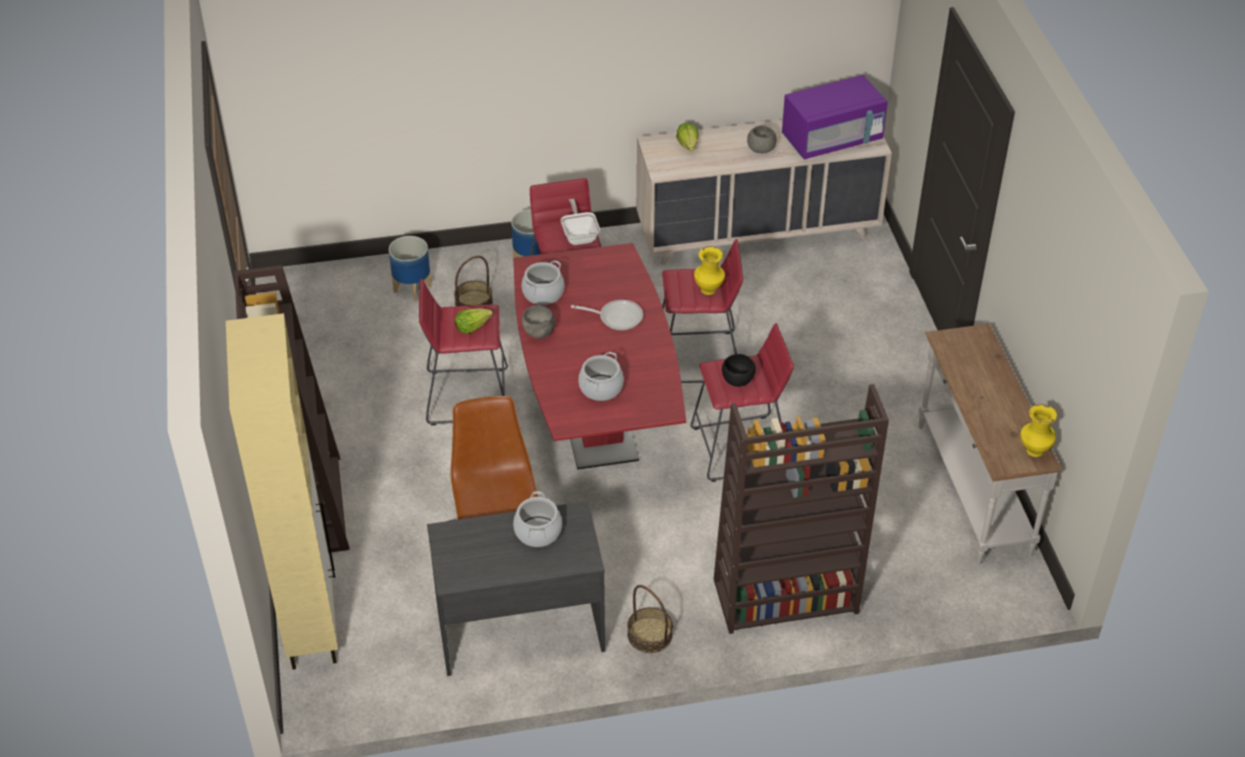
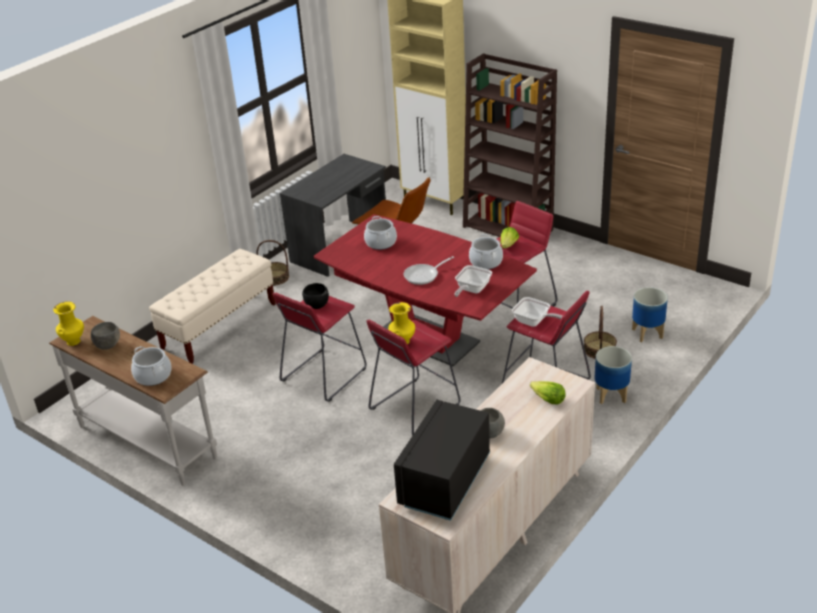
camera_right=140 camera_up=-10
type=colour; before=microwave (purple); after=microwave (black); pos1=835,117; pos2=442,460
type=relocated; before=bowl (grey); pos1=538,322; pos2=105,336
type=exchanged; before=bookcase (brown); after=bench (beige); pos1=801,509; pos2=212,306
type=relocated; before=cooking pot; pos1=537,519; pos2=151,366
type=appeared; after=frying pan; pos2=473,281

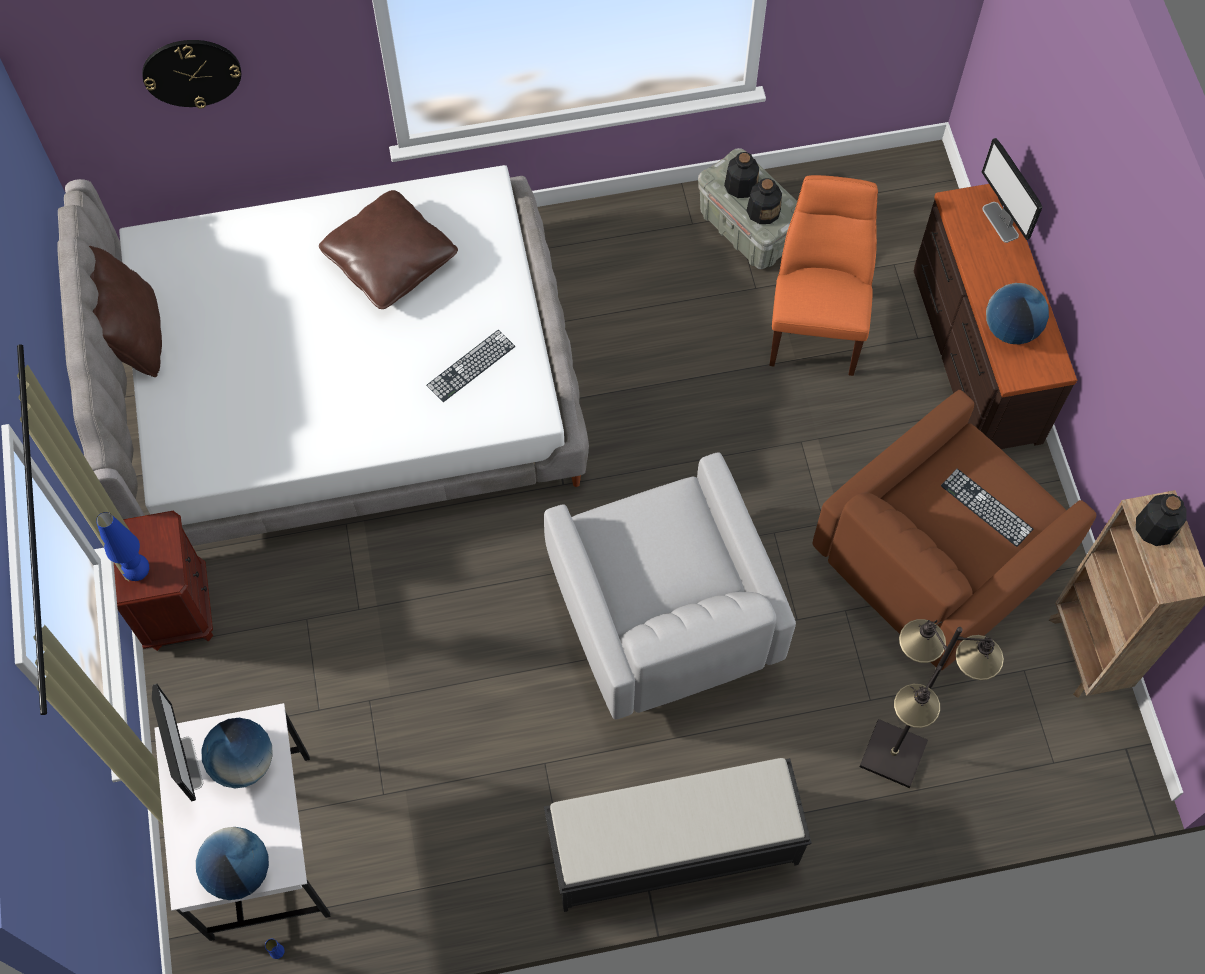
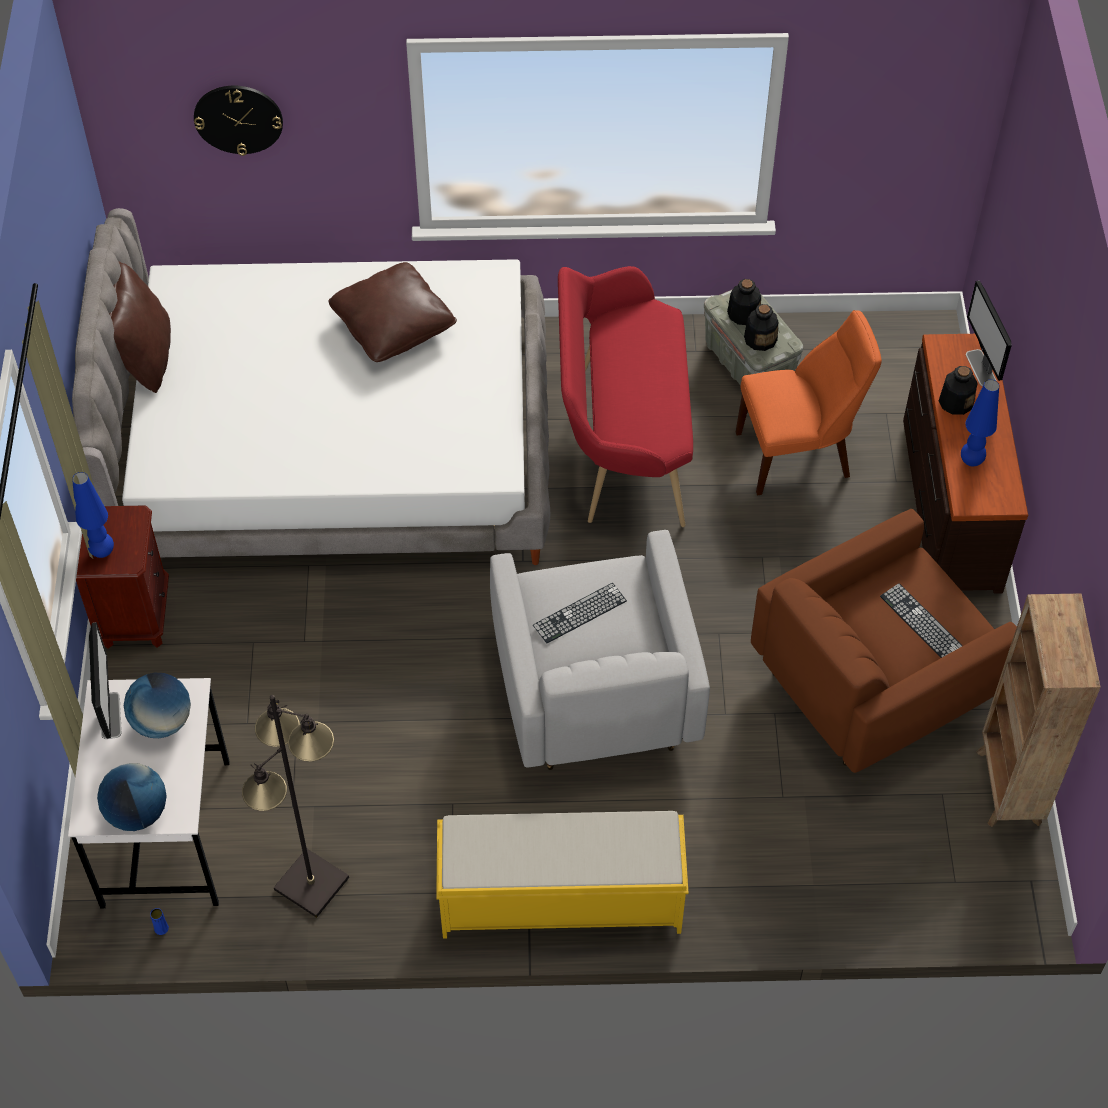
camera_right=10 camera_up=-10
type=spun; before=chair (orange); pos1=823,275; pos2=809,402; turn=60
type=exchanged; before=globe; after=table lamp (blue); pos1=1017,314; pos2=980,422
type=relocated; before=keyboard; pos1=470,366; pos2=580,613
type=relocated; before=bottle; pos1=1161,520; pos2=958,390
type=relocated; before=floor lamp (black); pos1=931,703; pos2=295,806
type=colour; before=bench (black); after=bench (yellow); pos1=678,835; pos2=562,875
type=appeared; after=bench (red); pos2=625,396

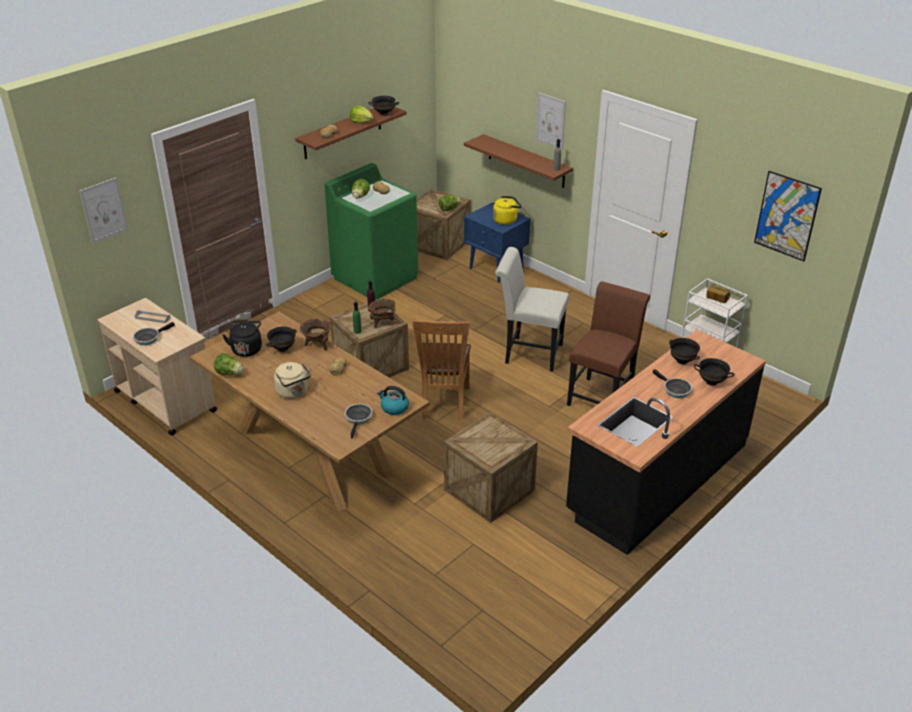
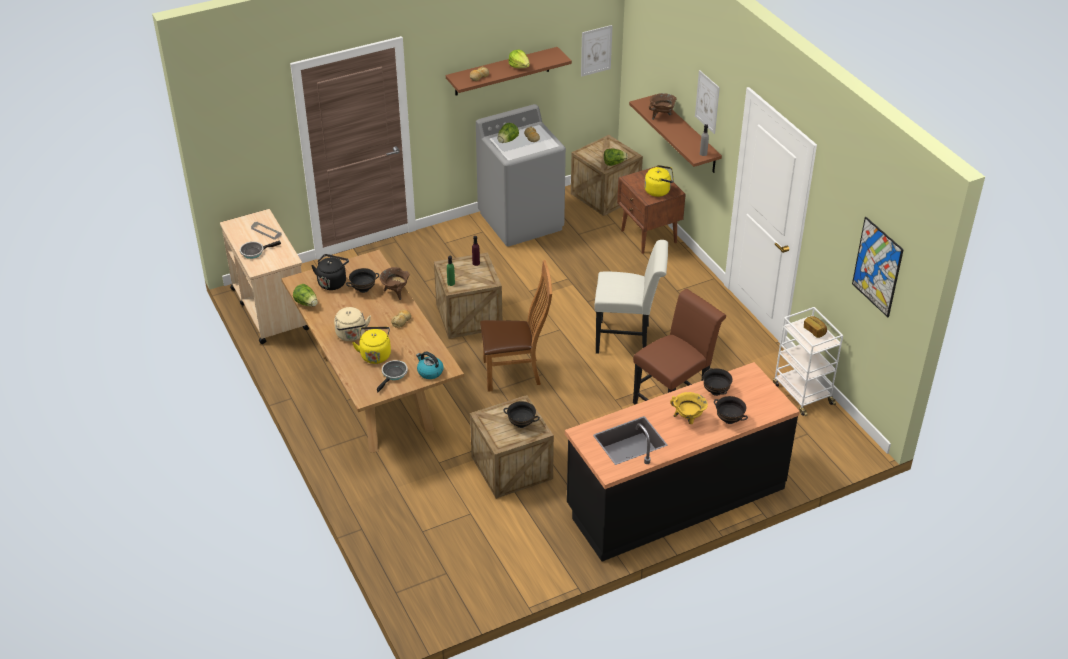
camera_right=20 camera_up=5
type=relocated; before=bowl (black); pos1=383,106; pos2=521,414
type=colour; before=washing machine (green); after=washing machine (grey); pos1=371,231; pos2=521,175
type=relocated; before=picture; pos1=103,211; pos2=597,51
type=colour; before=nightstand (blue); after=nightstand (brown); pos1=497,242; pos2=651,210
type=spun; before=chair (white); pos1=532,309; pos2=631,297; turn=150
type=relocated; before=cooking pot (brown); pos1=381,313; pos2=663,106
type=spun; before=chair (brown); pos1=441,370; pos2=516,326; turn=-120
type=exchanged; before=frying pan; after=cooking pot (yellow); pos1=672,383; pos2=689,408
type=appeared; after=kettle (yellow); pos2=371,345

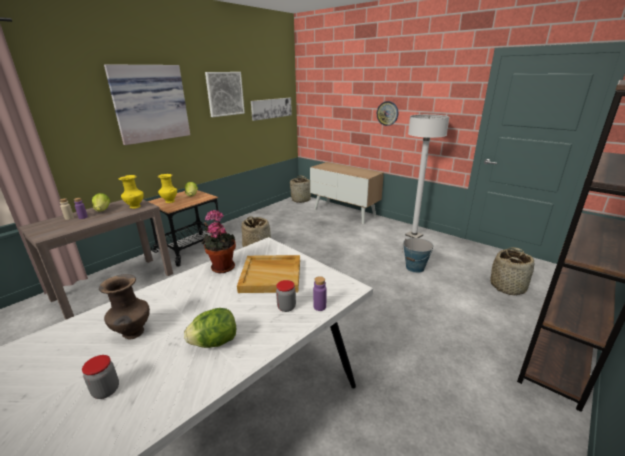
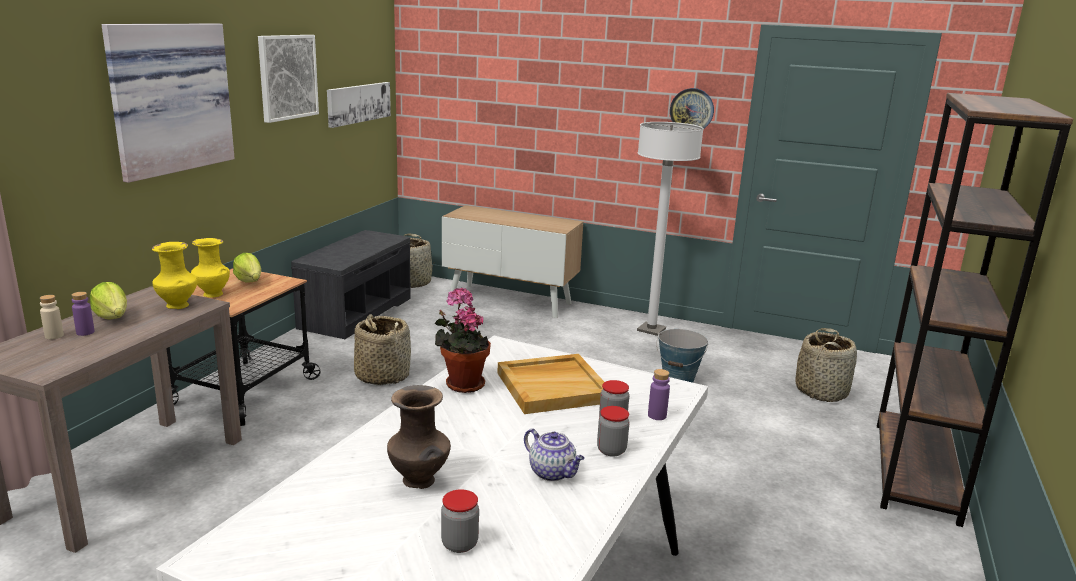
camera_right=-20 camera_up=-5
type=relocated; before=wall clock; pos1=387,113; pos2=692,108
type=exchanged; before=lettuce; after=teapot; pos1=210,328; pos2=554,454
type=appeared; after=bench (grey); pos2=351,284
type=appeared; after=jar; pos2=613,431

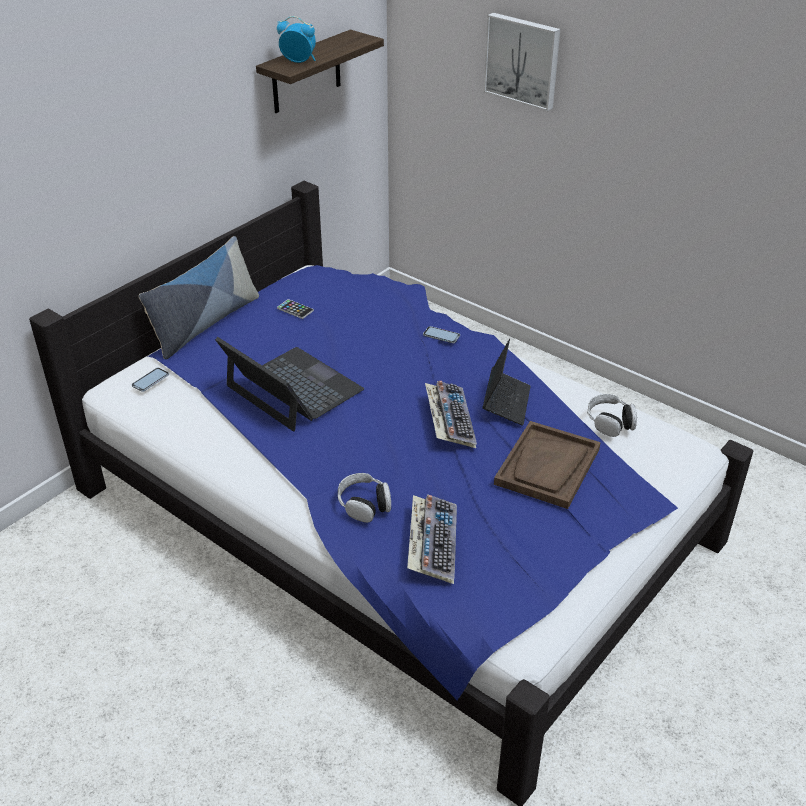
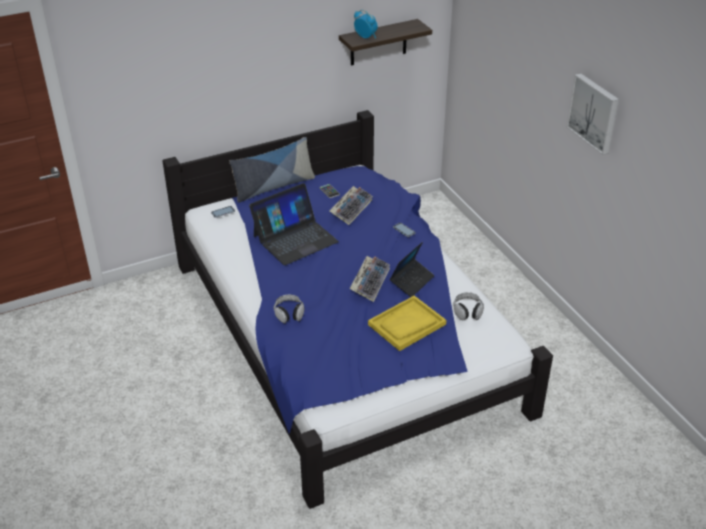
camera_right=25 camera_up=0
type=relocated; before=picture; pos1=522,62; pos2=592,114
type=spun; before=laptop; pos1=289,384; pos2=294,224; turn=75
type=colour; before=tray (brown); after=tray (yellow); pos1=547,465; pos2=407,323
type=relocated; before=keyboard; pos1=432,539; pos2=351,205

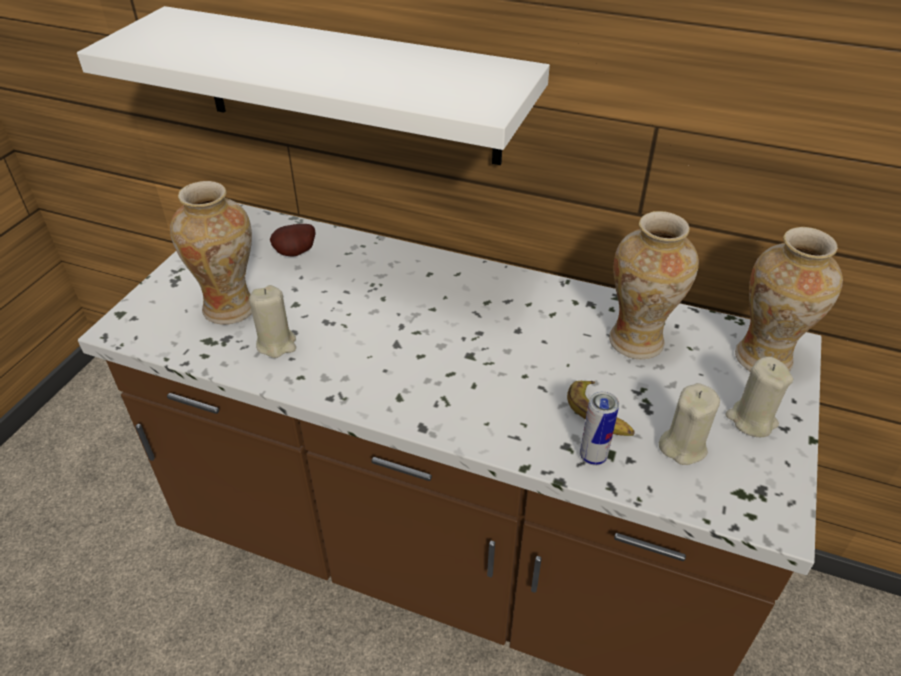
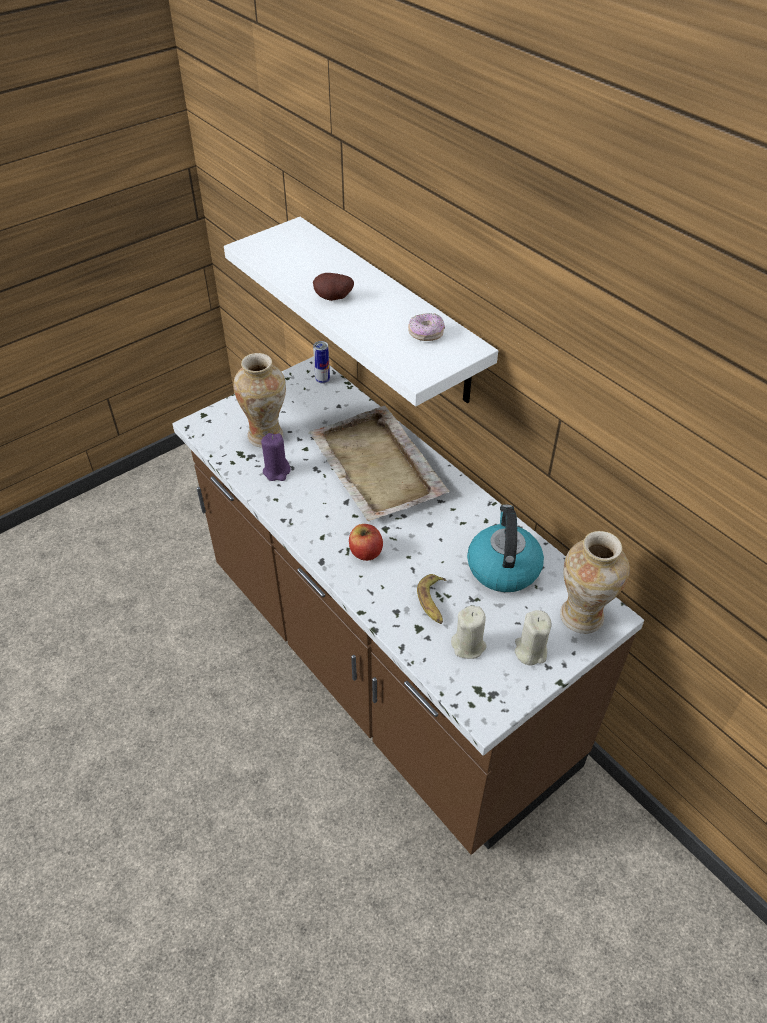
camera_right=30 camera_up=5
type=exchanged; before=vase; after=kettle; pos1=654,285; pos2=505,548
type=relocated; before=potato; pos1=293,240; pos2=333,287
type=colour; before=candle (beige); after=candle (purple); pos1=272,321; pos2=276,457
type=relocated; before=can; pos1=599,428; pos2=321,362
type=appeared; after=donut; pos2=426,327
type=appeared; after=tray (beige); pos2=378,464
type=appeared; after=apple; pos2=366,542

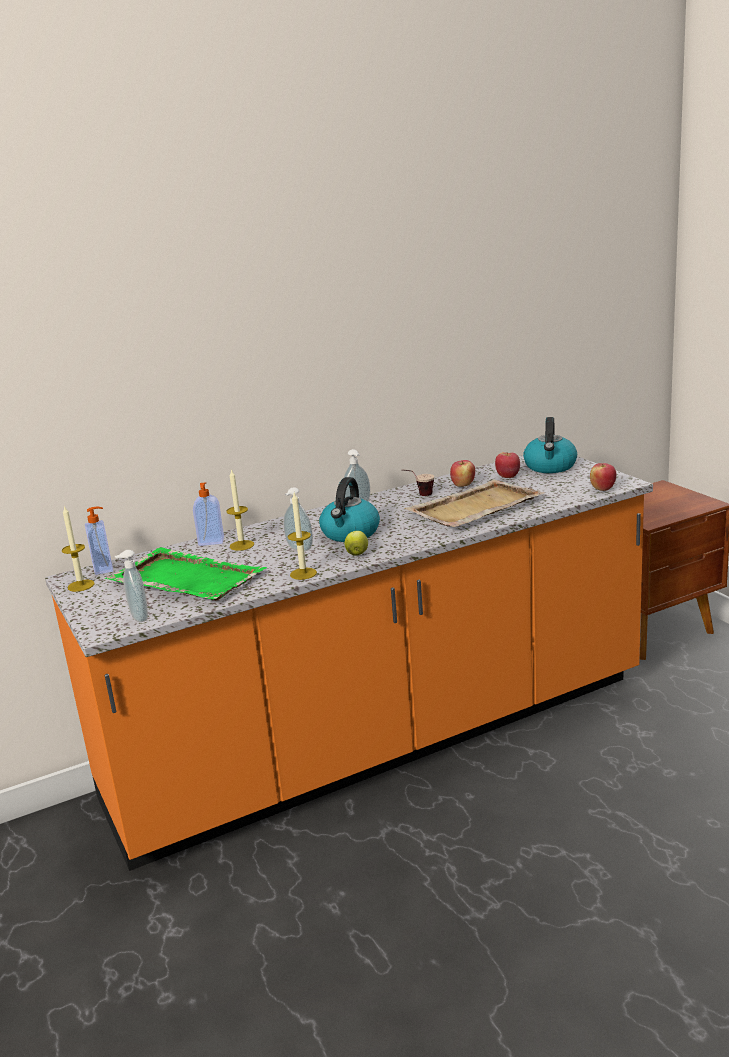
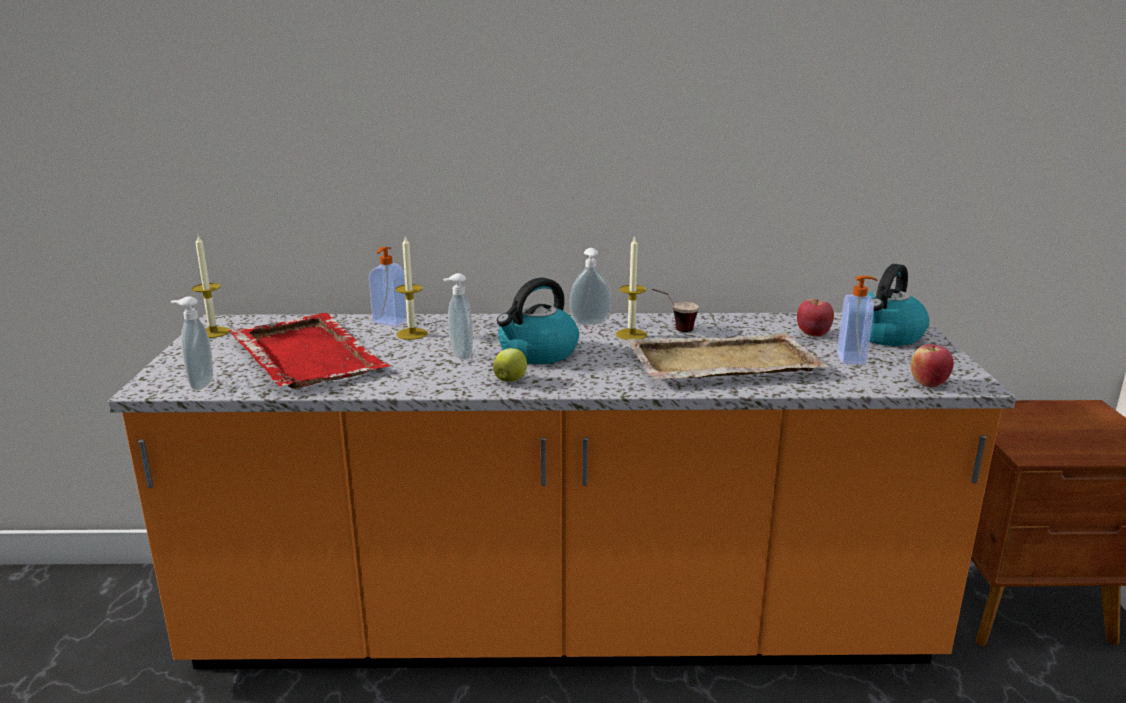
camera_right=25 camera_up=0
type=missing; before=apple; pos1=462,473
type=relocated; before=candle; pos1=302,536; pos2=631,287
type=relocated; before=soap dispenser; pos1=99,540; pos2=857,320
type=colour; before=tray (green); after=tray (red); pos1=186,574; pos2=310,351

